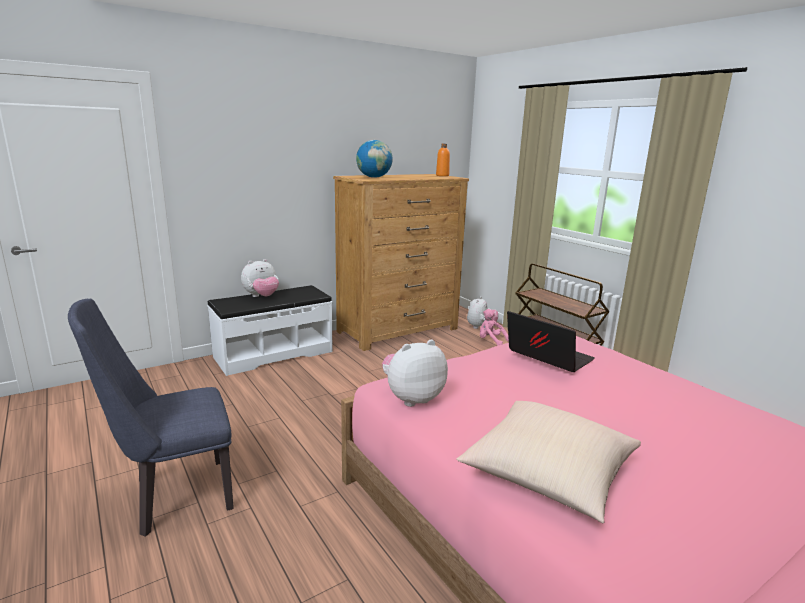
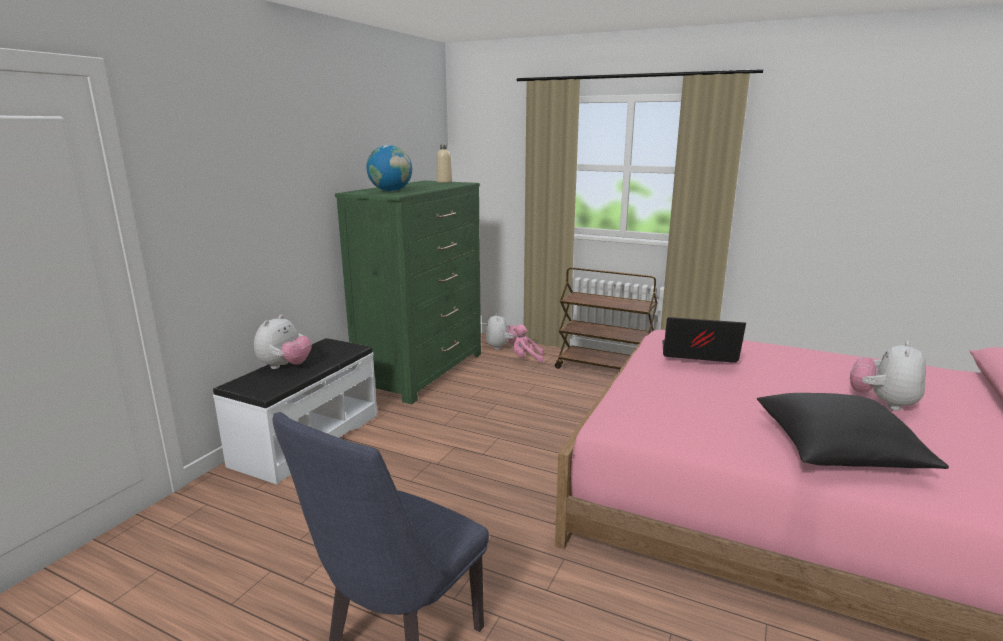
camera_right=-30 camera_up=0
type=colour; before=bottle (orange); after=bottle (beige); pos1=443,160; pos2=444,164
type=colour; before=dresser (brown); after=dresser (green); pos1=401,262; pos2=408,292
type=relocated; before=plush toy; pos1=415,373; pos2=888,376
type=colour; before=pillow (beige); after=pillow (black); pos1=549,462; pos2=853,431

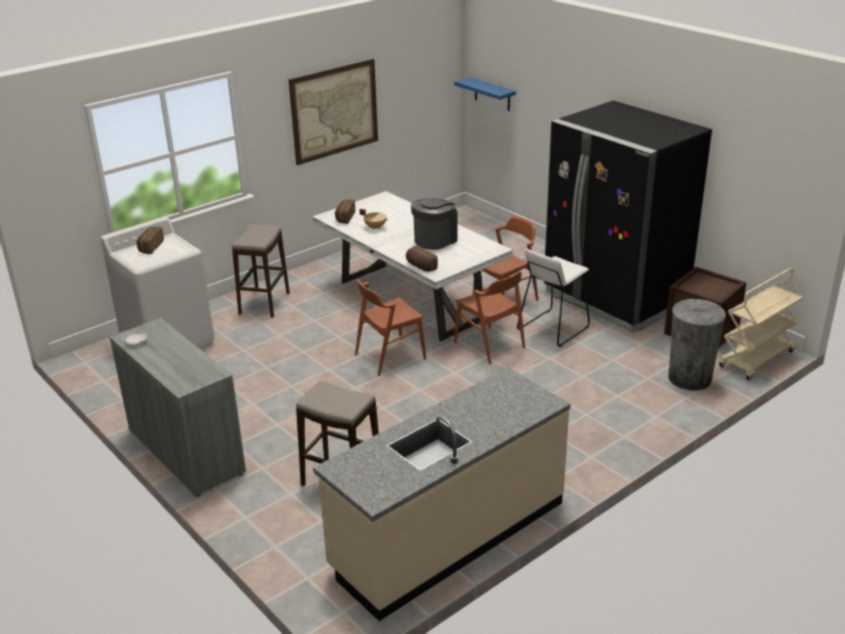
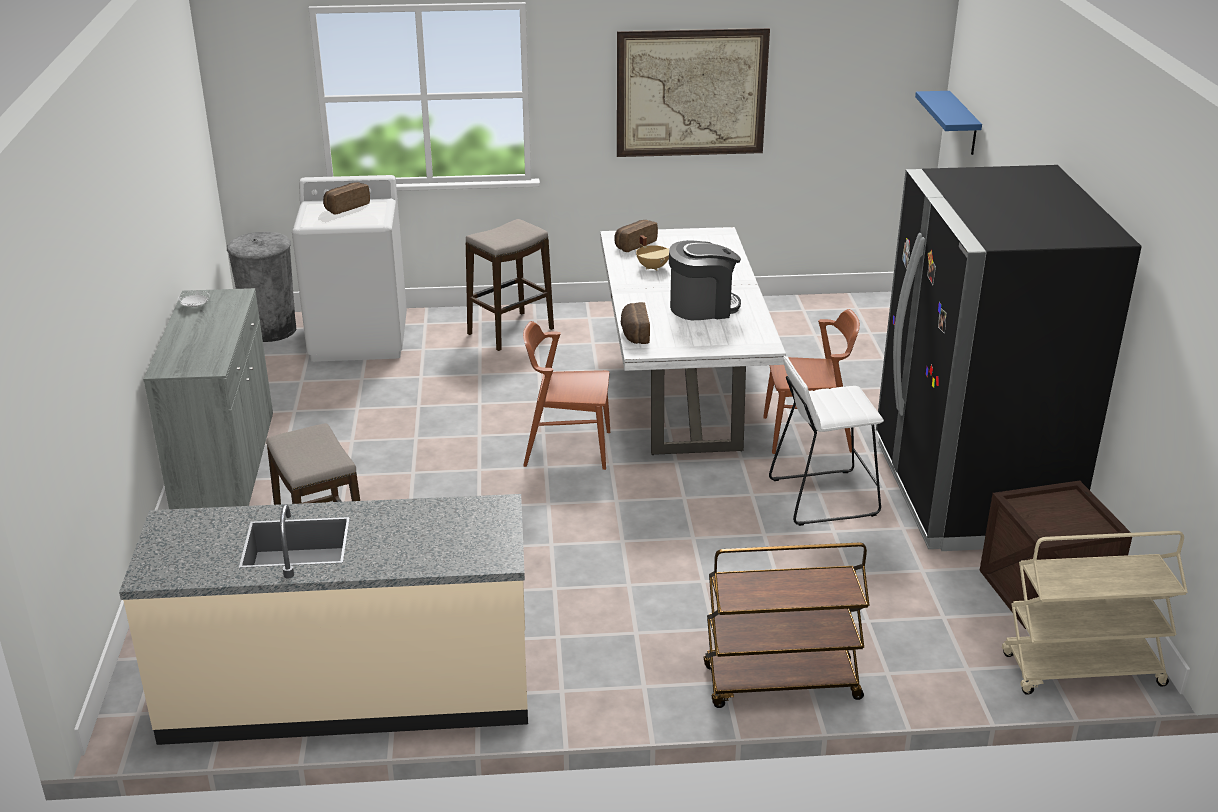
camera_right=35 camera_up=0
type=missing; before=chair (brown); pos1=489,318
type=relocated; before=trash can (grey); pos1=697,344; pos2=261,287
type=appeared; after=cart (brown); pos2=787,625

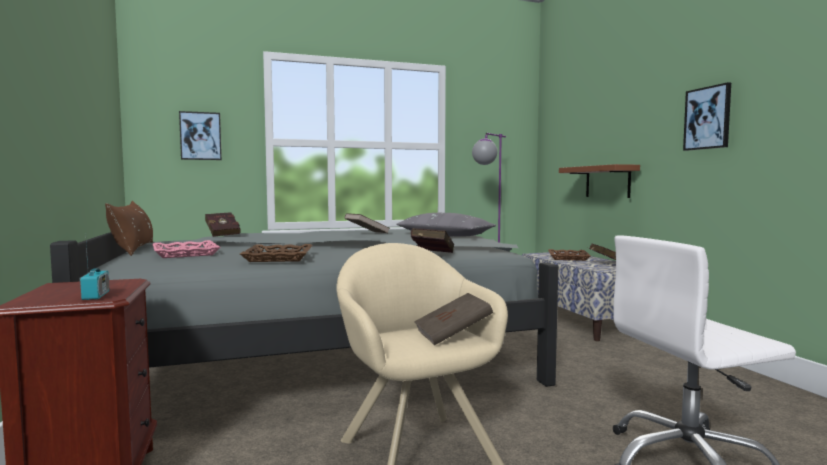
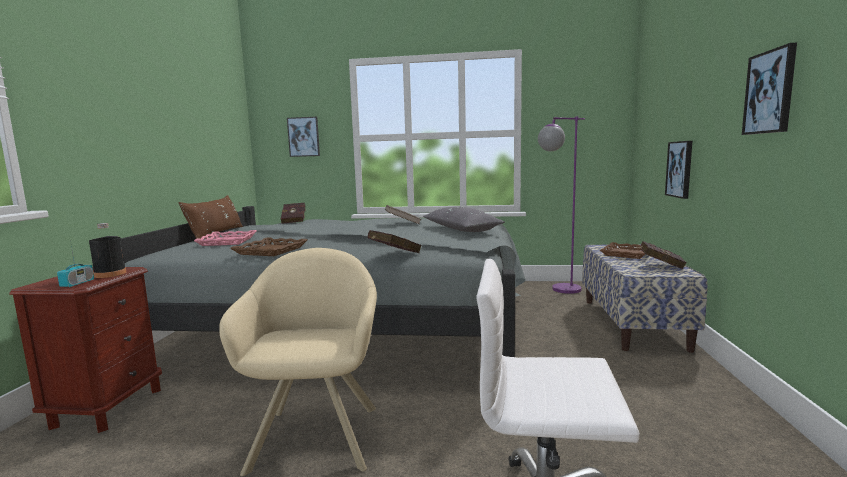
camera_right=25 camera_up=5
type=exchanged; before=shelf (brown); after=picture; pos1=599,181; pos2=678,170
type=missing; before=book (brown); pos1=453,319
type=appeared; after=bottle (black); pos2=107,250

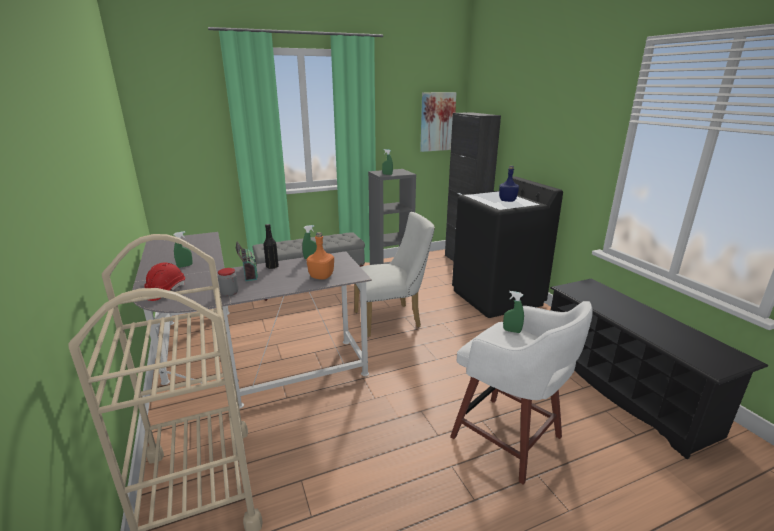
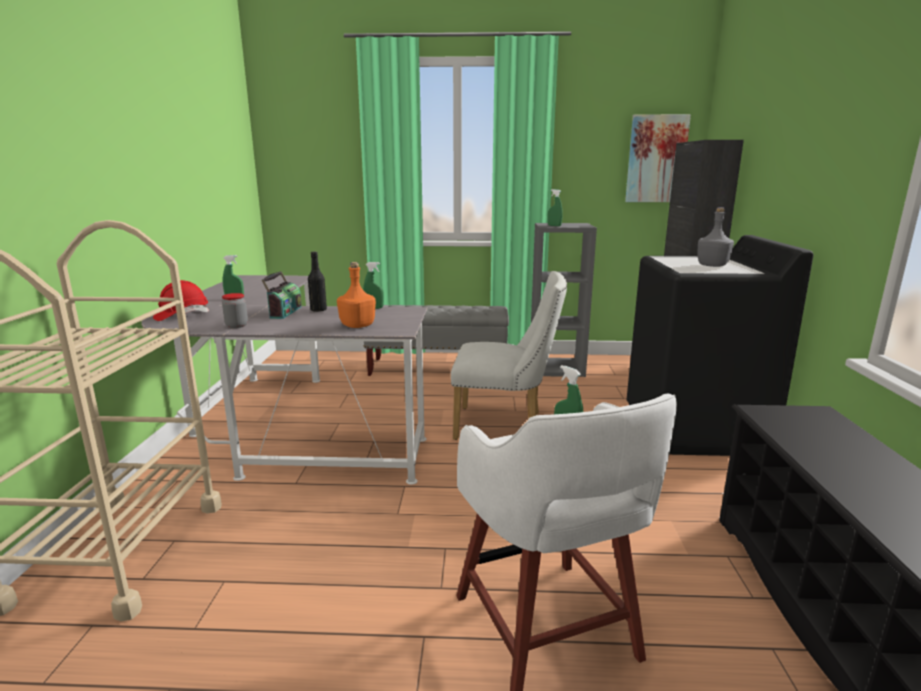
camera_right=25 camera_up=-5
type=colour; before=bottle (blue); after=bottle (grey); pos1=509,184; pos2=715,237

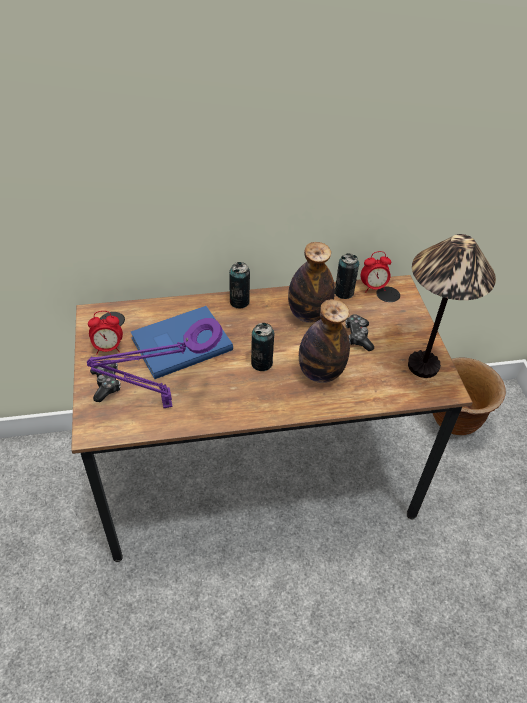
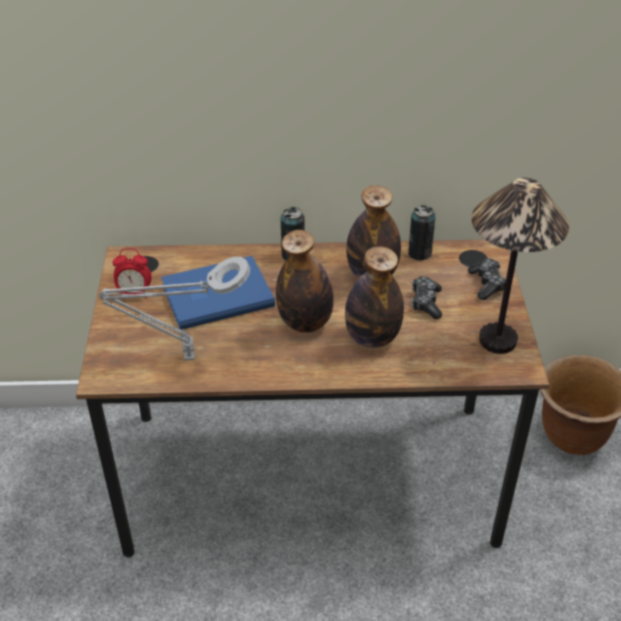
camera_right=10 camera_up=-5
type=missing; before=alarm clock; pos1=375,271
type=colour; before=table lamp (purple); after=table lamp (grey); pos1=155,363; pos2=174,309
type=exchanged; before=can; after=bottle; pos1=263,347; pos2=305,281
type=relocated; before=game controller; pos1=105,380; pos2=487,279

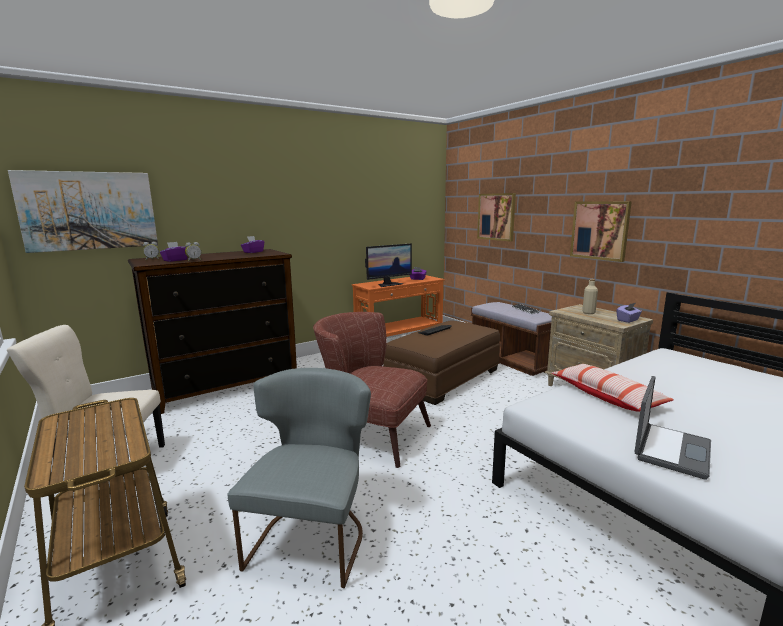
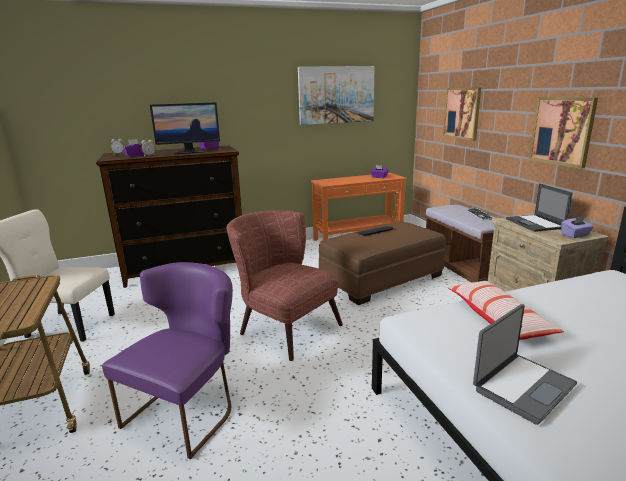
camera_right=15 camera_up=5
type=relocated; before=picture; pos1=83,211; pos2=336,95
type=relocated; before=monitor; pos1=388,265; pos2=185,128
type=exchanged; before=bottle (beige); after=laptop; pos1=590,296; pos2=539,207
type=colour; before=chair (grey); after=chair (purple); pos1=299,478; pos2=167,360

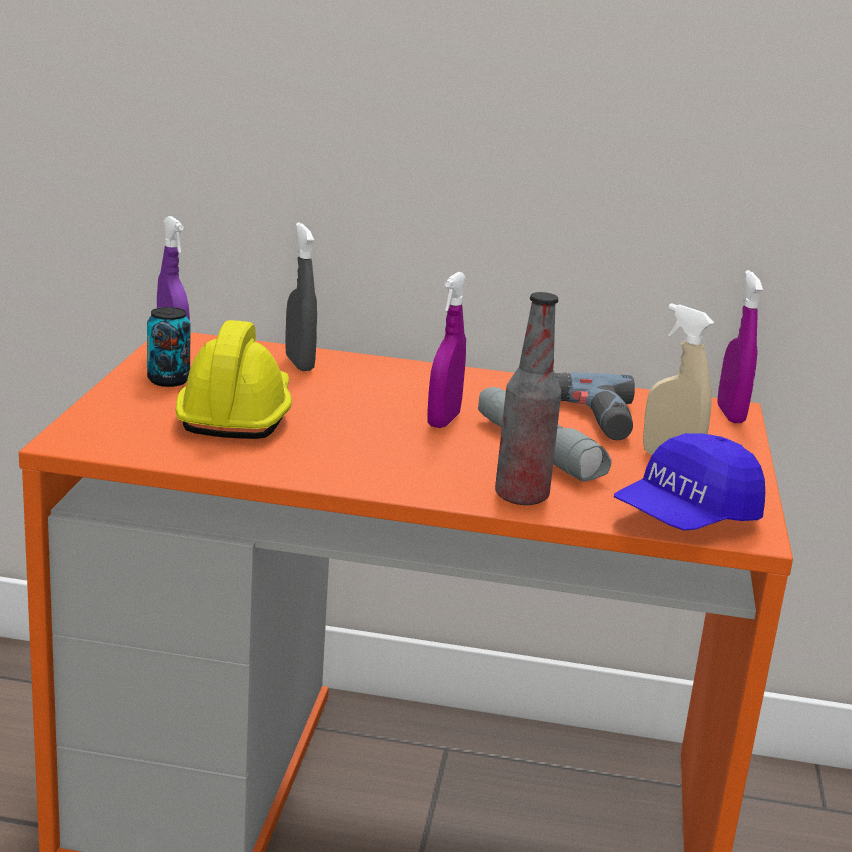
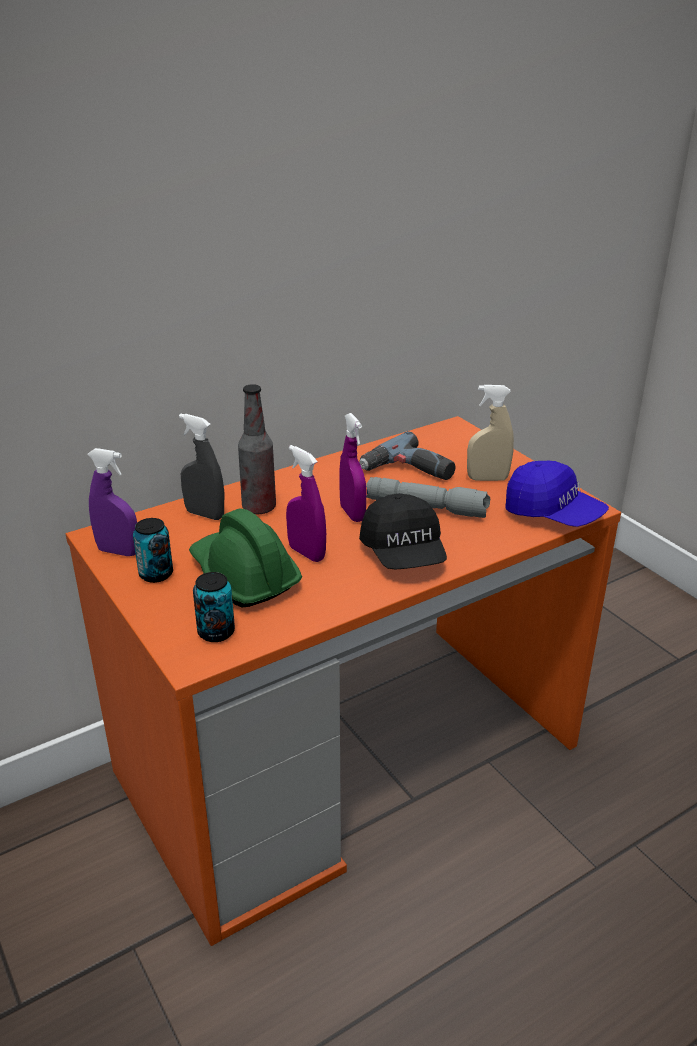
camera_right=-40 camera_up=10
type=relocated; before=spray bottle (purple); pos1=740,346; pos2=306,503
type=relocated; before=bottle; pos1=528,398; pos2=257,449
type=colour; before=hard hat (yellow); after=hard hat (green); pos1=234,379; pos2=245,557
type=spun; before=cap (blue); pos1=689,481; pos2=557,494; turn=-60
type=appeared; after=cap (black); pos2=403,531
type=appeared; after=can; pos2=214,607

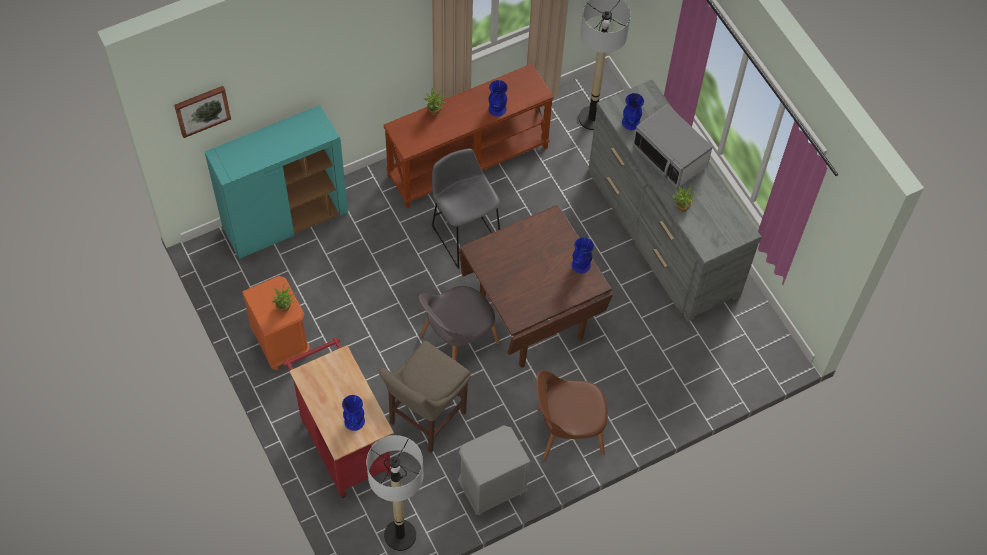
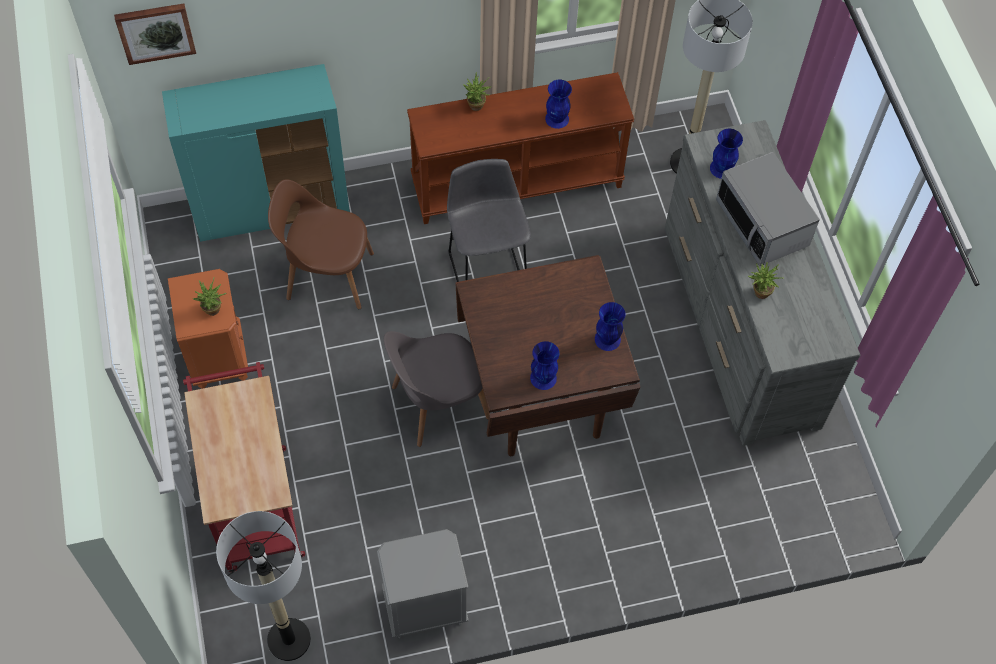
camera_right=15 camera_up=0
type=missing; before=stool (beige); pos1=424,397
type=relocated; before=chair (brown); pos1=572,415; pos2=321,244
type=relocated; before=vase (blue); pos1=353,413; pos2=544,365

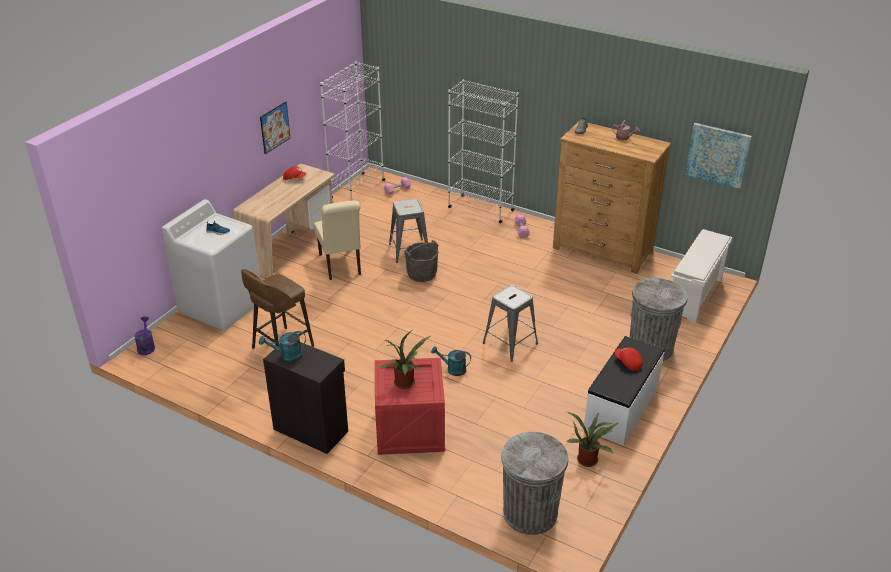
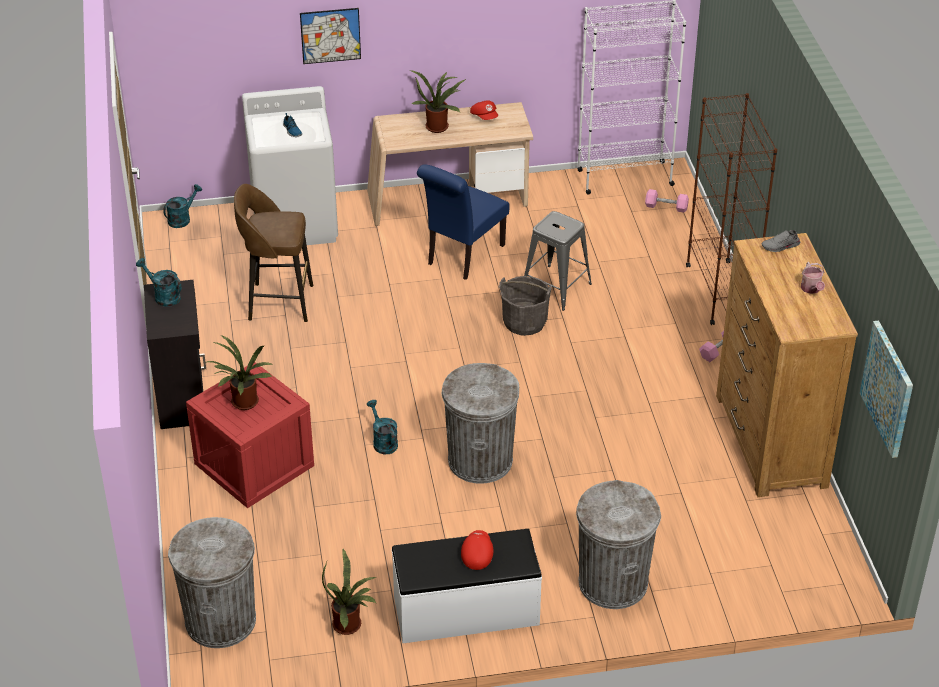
camera_right=50 camera_up=5
type=colour; before=bookcase (white); after=bookcase (brown); pos1=483,151; pos2=731,209
type=relocated; before=picture; pos1=275,128; pos2=330,36
type=colour; before=chair (beige); after=chair (blue); pos1=337,240; pos2=463,222
type=missing; before=shoe rack (white); pos1=702,276
type=exchanged; before=stool (grey); after=trash can (grey); pos1=510,323; pos2=480,423
type=colour; before=watering can (purple); after=watering can (turquoise); pos1=144,335; pos2=182,206
type=appeared; after=potted plant; pos2=438,101

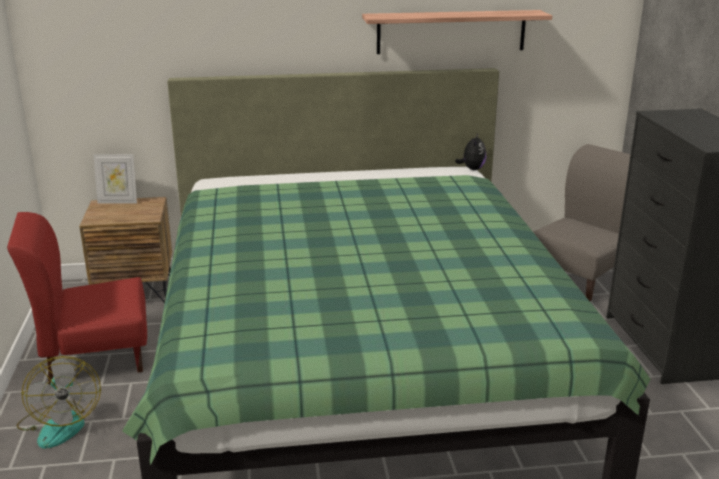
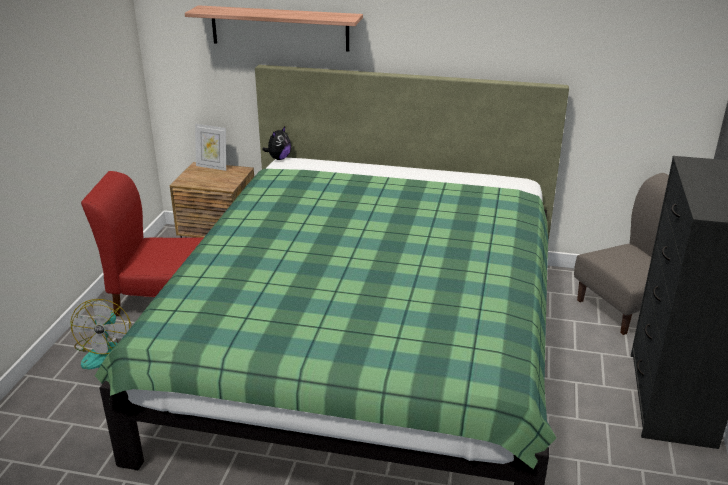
camera_right=20 camera_up=5
type=relocated; before=shelf; pos1=457,32; pos2=274,28
type=relocated; before=plush toy; pos1=470,152; pos2=276,143

